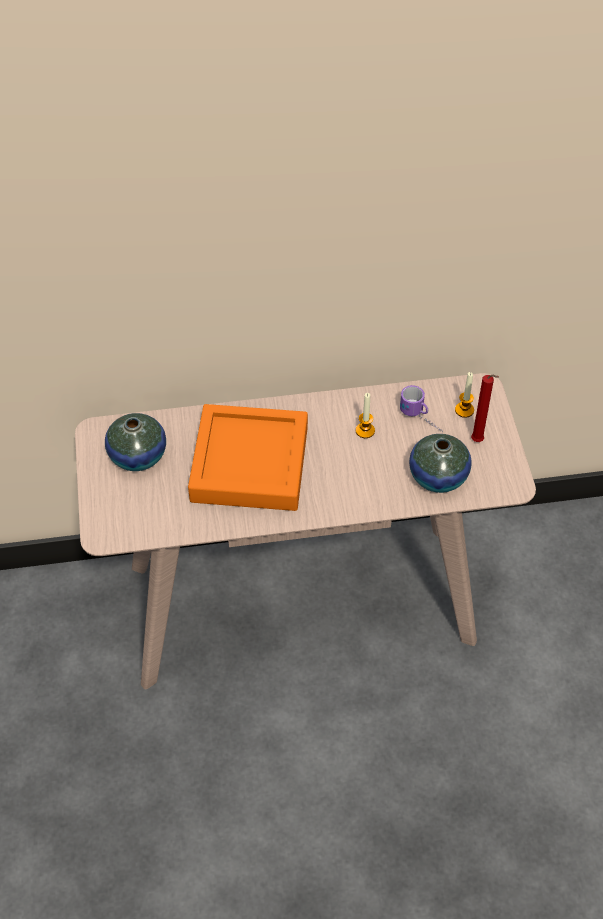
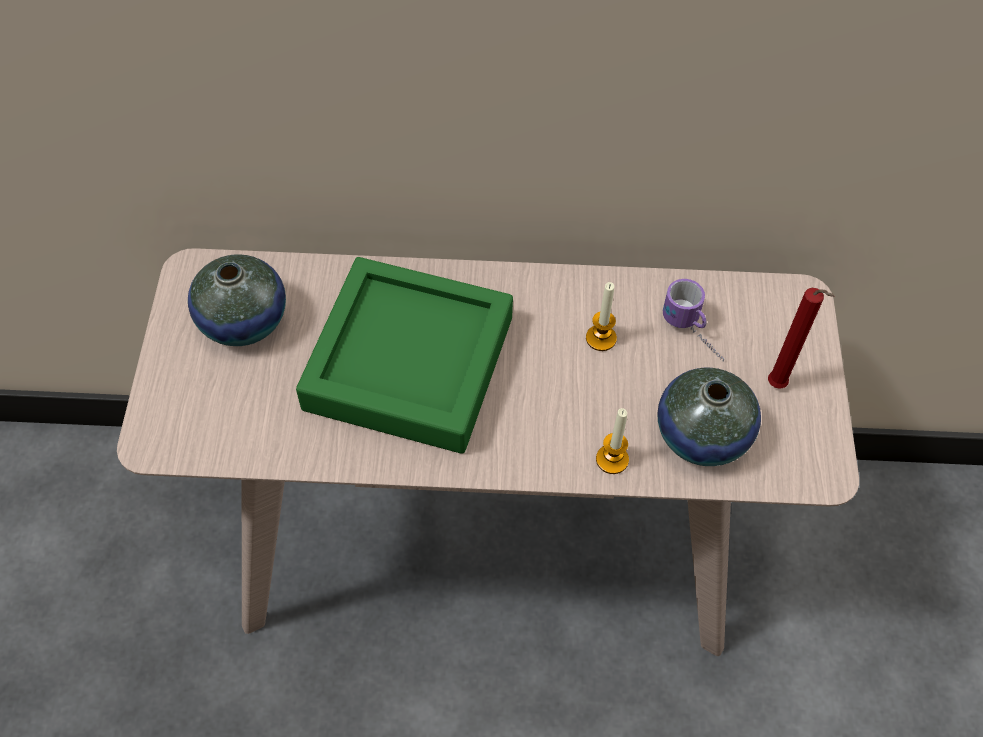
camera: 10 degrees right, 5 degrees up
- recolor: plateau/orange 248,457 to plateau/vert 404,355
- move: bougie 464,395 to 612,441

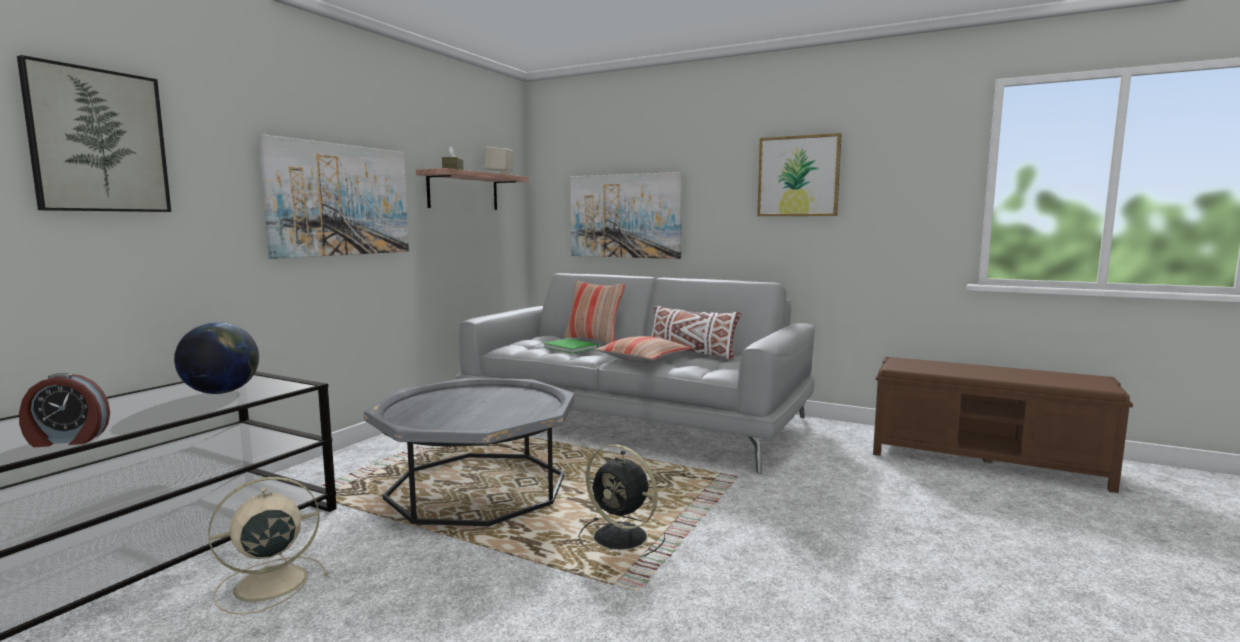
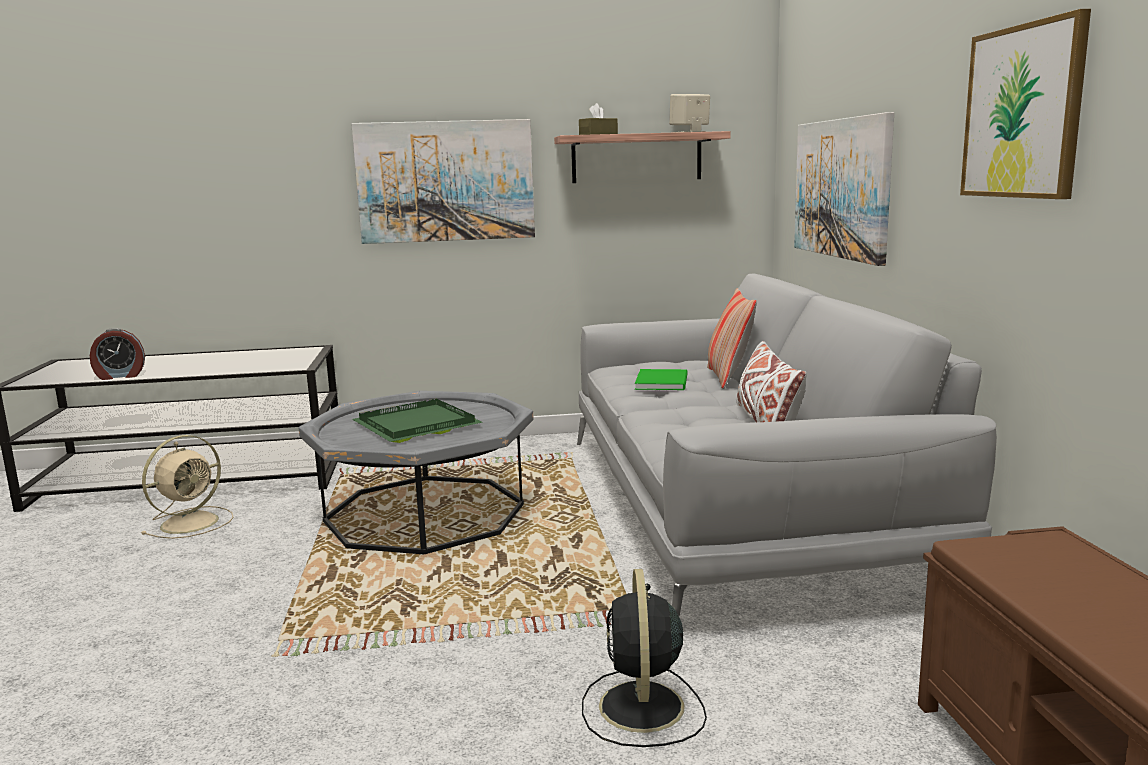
camera: 55 degrees right, 5 degrees up
- delete: tableau 94,133
- rotate: réveil 64,410 = 117,354 60 degrees counterclockwise
- delete: globe 216,358
- rotate: ventilateur/beige 268,546 = 187,487 105 degrees clockwise
- move: ventilateur/noir 621,501 to 644,658
- delete: coussin 643,349
- insert: plateau/vert 417,421

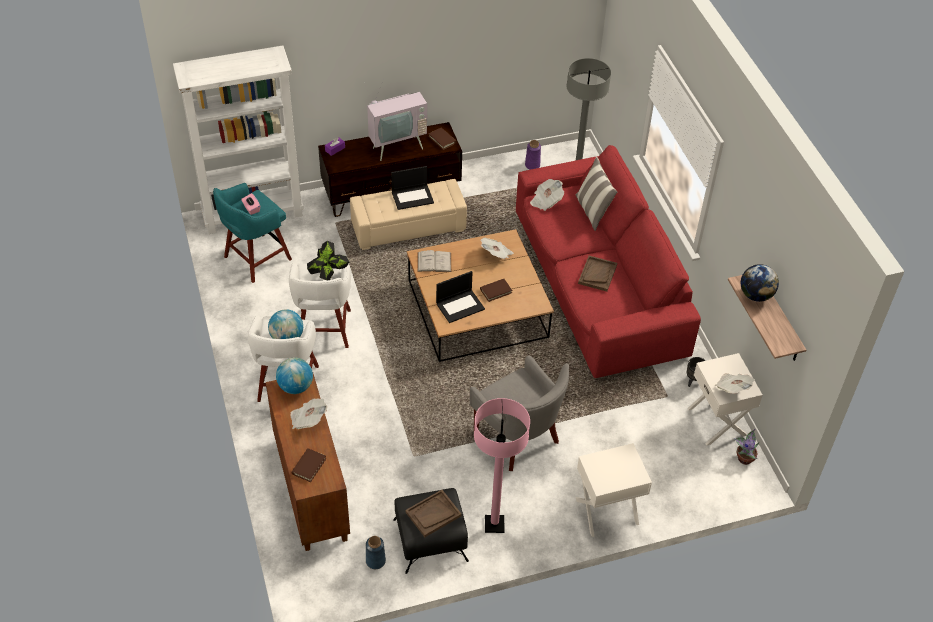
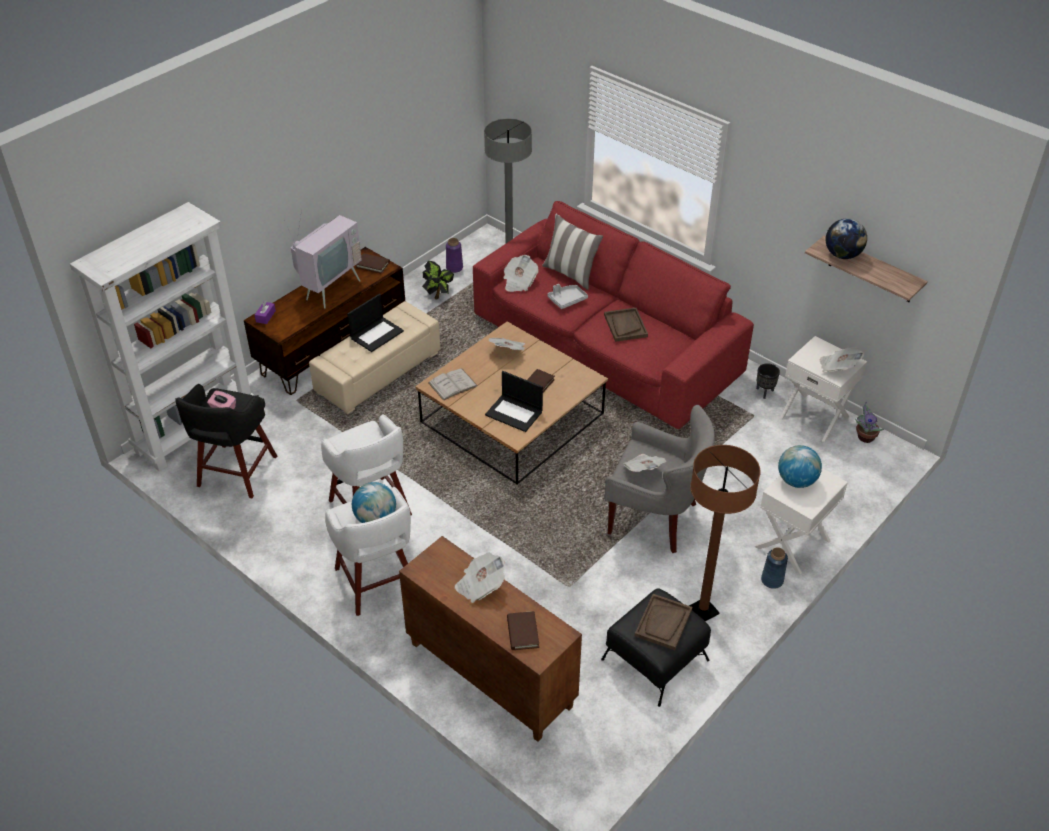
camera: 30 degrees left, 5 degrees down
- recolor: tabouret/turquoise 252,233 to tabouret/noir 226,441
- move: globe 294,375 to 800,466
- move: plante en pot 328,260 to 438,280
- move: vase/bleu 376,552 to 774,568
- rotate: ordinateur portable 460,297 = 514,401 90 degrees clockwise
- recolor: lampadaire/rose 502,465 to lampadaire/marron 725,533
- insert: plateau/gris 567,296
- insert: journal 645,463

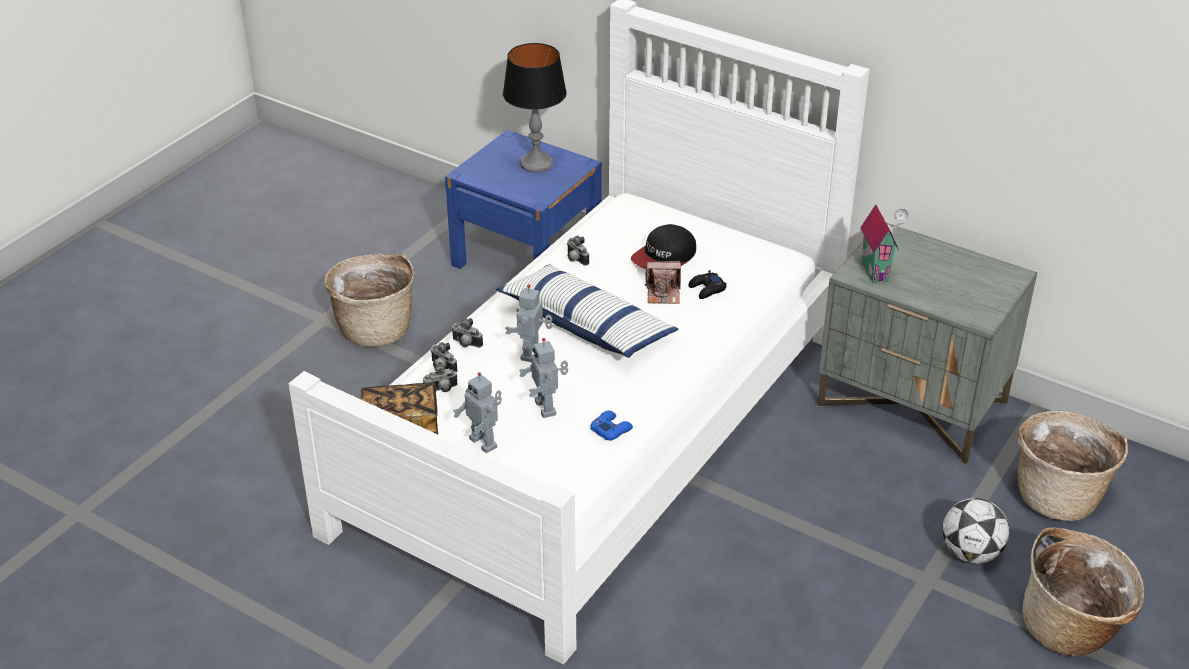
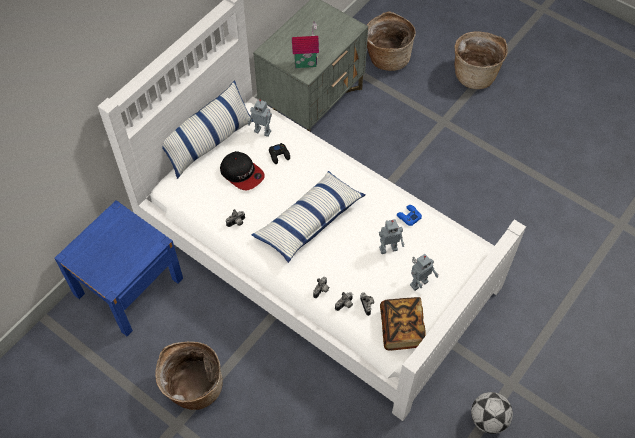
camera: 85 degrees left, 20 degrees up
- delete: lampe de table 535,108
- move: robot jouet 529,323 to 260,118
- delete: appareil photo 663,282
- move: ballon de foot 975,530 to 492,413
- insert: coussin 207,130

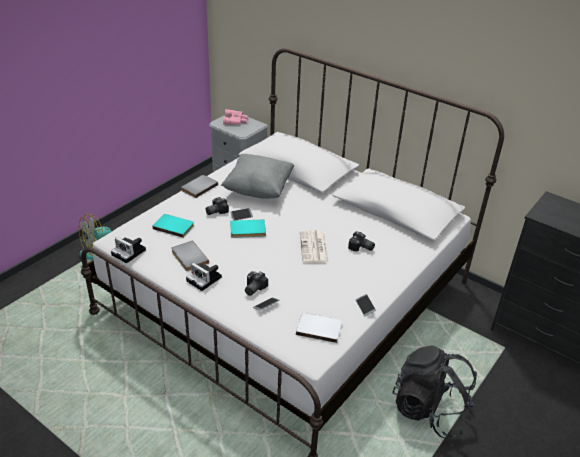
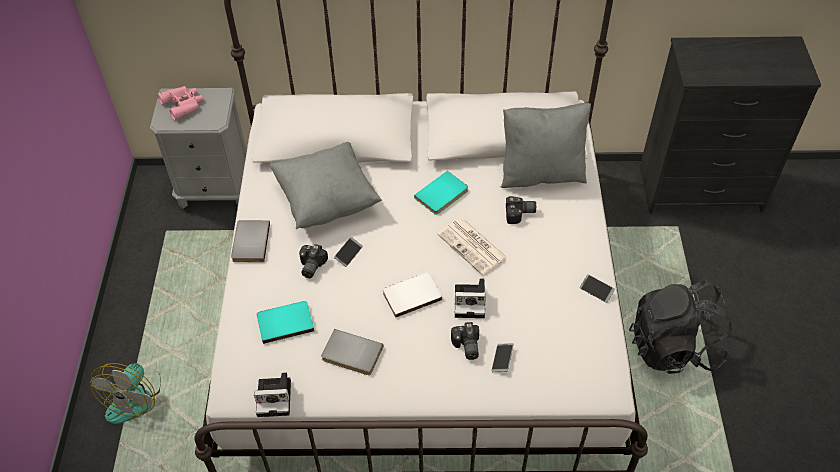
camera: 35 degrees left, 15 degrees up
- move: appareil photo 204,277 to 470,298
- move: livre/turquoise 248,228 to 441,193
- move: livre/blanc 319,328 to 412,295
- insert: coussin/gris 546,145

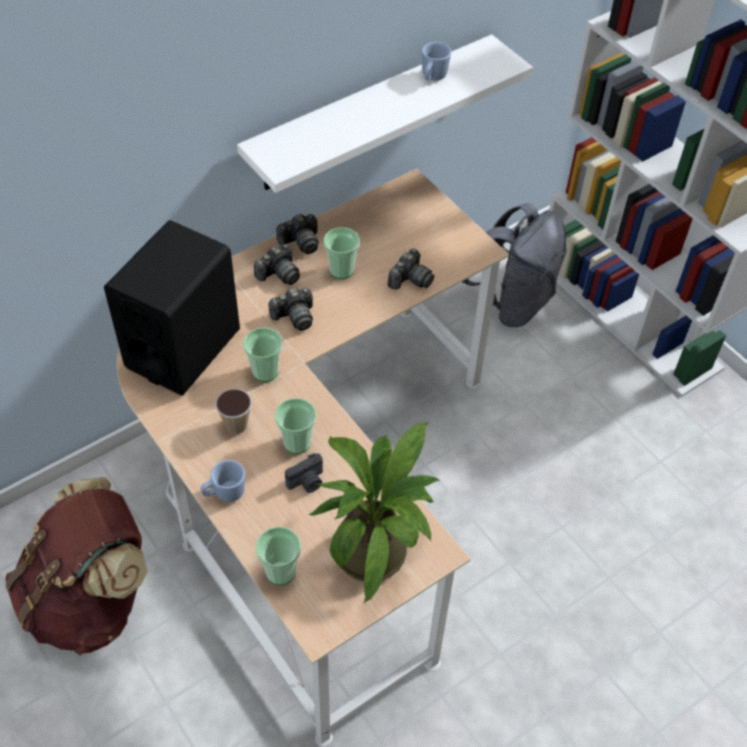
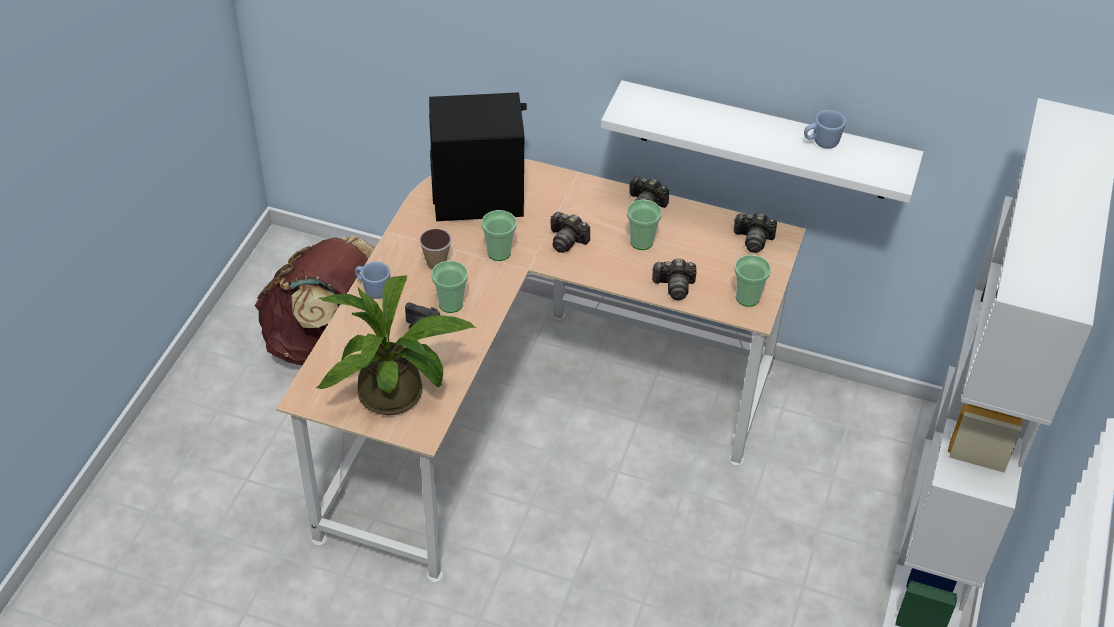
camera: 55 degrees right, 5 degrees down
- move: appareil photo 277,264 to 755,233
- move: tasse 278,556 to 752,281
- delete: sac à dos/gris 514,265

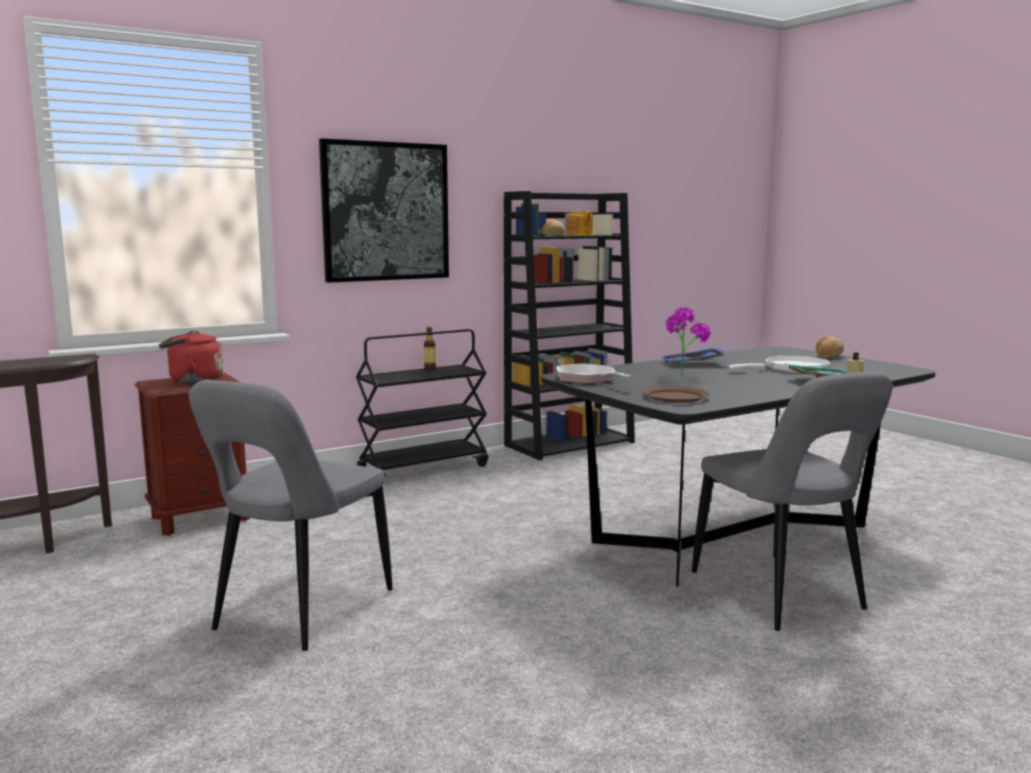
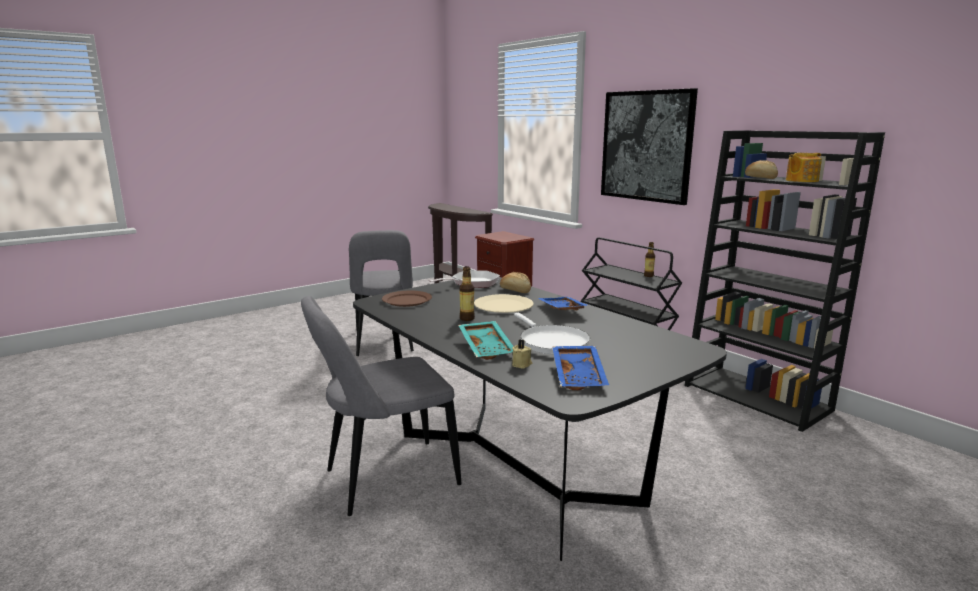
camera: 85 degrees right, 5 degrees up
- delete: bouilloire/rouge 191,357
- rotate: chaise/gris 291,515 = 381,293 120 degrees counterclockwise
- replace: plante en pot 688,341 to assiette/beige 504,303
- move: pain 830,347 to 515,282
- insert: bouteille 467,293
- insert: plateau/bleu 580,368

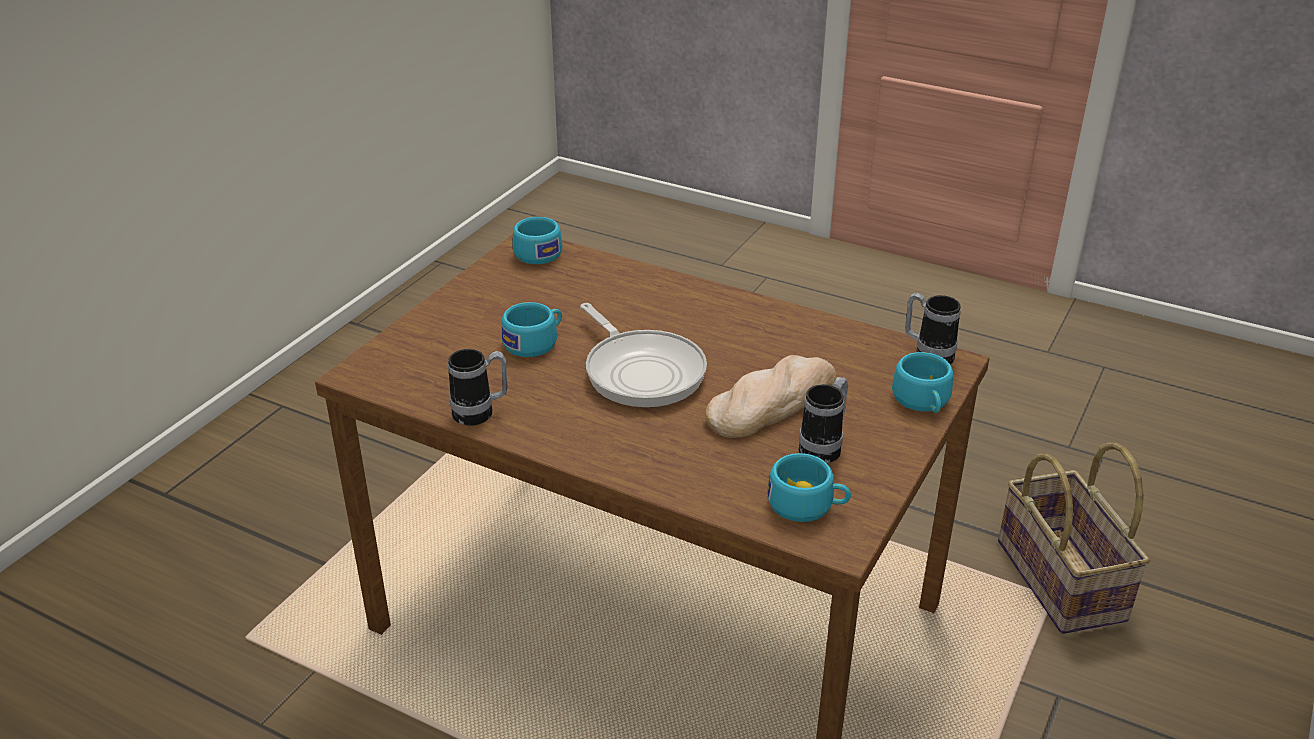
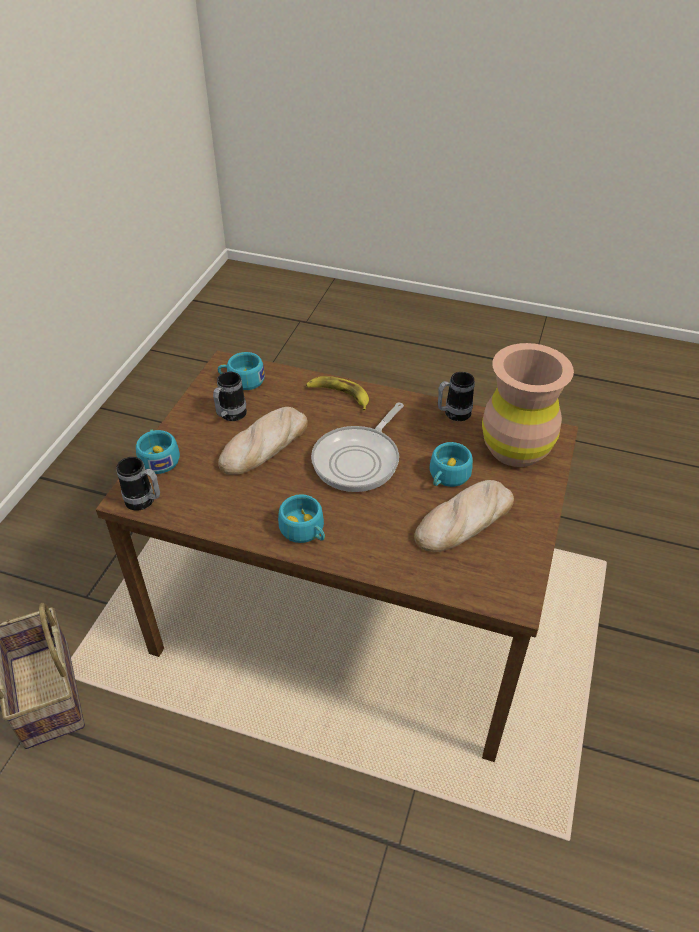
camera: 170 degrees right, 10 degrees up
- move: tasse/turquoise 538,240 to 301,518
- rotate: poêle 643,355 = 357,447 105 degrees counterclockwise
- insert: banane 337,393
- insert: pain 464,516
- insert: vase/marron 528,405

